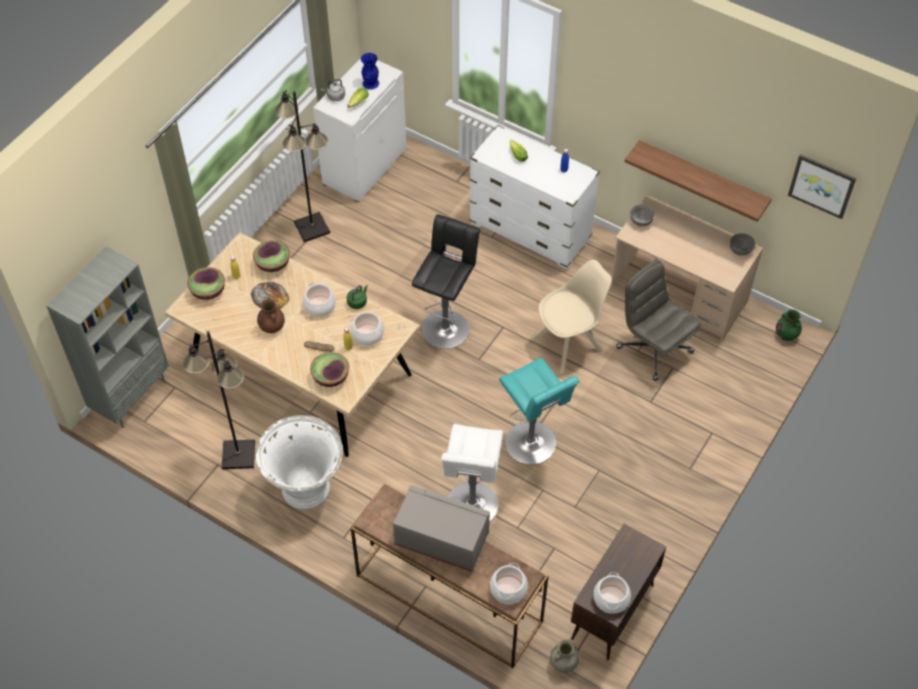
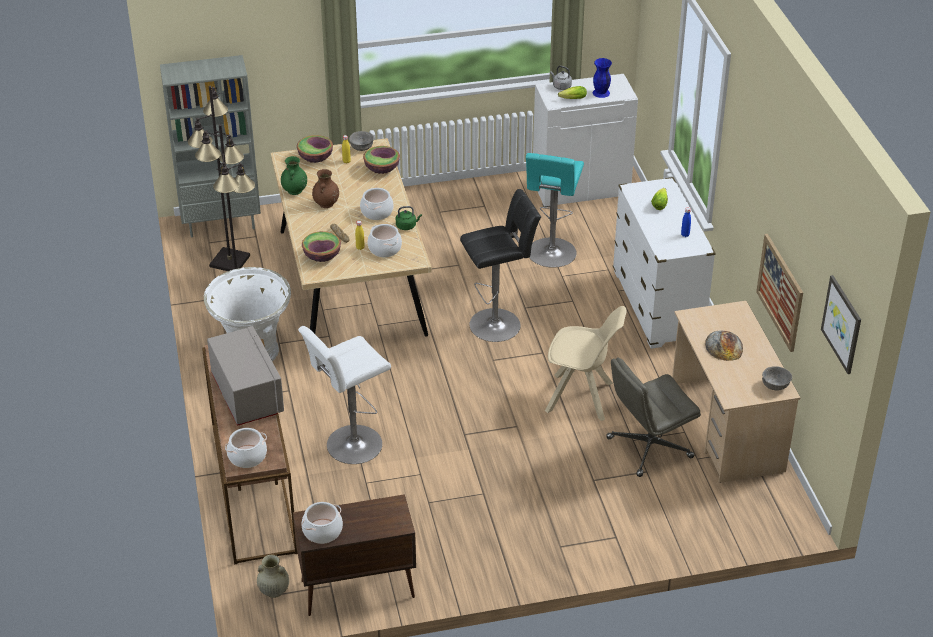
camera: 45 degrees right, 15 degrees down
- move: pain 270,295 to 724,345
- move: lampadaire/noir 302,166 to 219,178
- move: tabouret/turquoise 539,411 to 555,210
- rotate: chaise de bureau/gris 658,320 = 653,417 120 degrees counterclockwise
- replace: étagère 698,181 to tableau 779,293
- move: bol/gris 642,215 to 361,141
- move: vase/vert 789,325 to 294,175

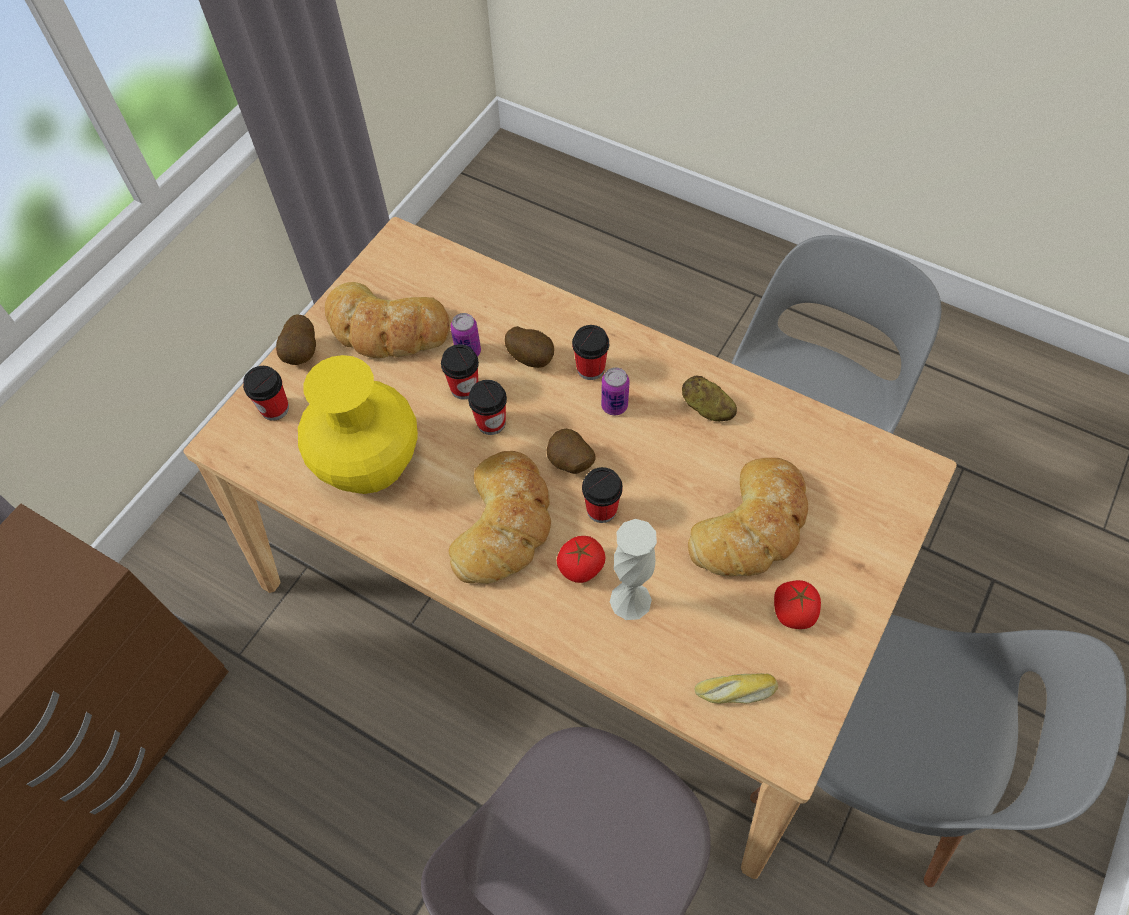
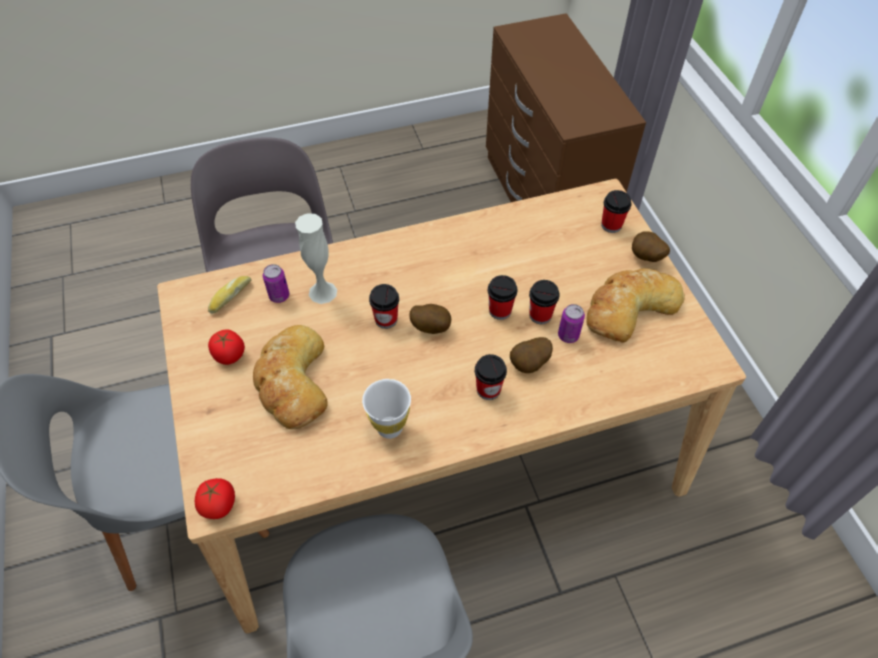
camera: 130 degrees right, 5 degrees down
- delete: vase/jaune 358,424
- delete: pain 500,517
- move: tomate 581,559 to 215,498
- move: boîte métallique 615,391 to 276,283
- replace: pomme de terre 709,398 to tasse/blanc 386,409

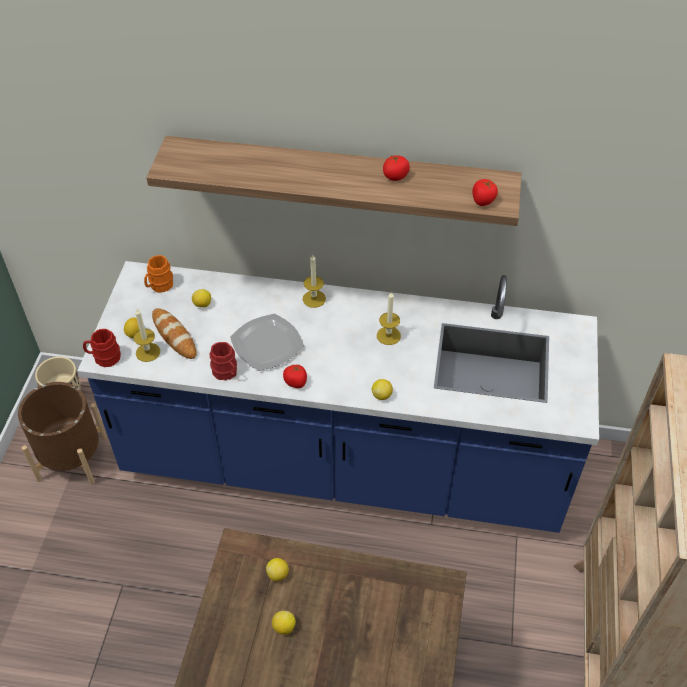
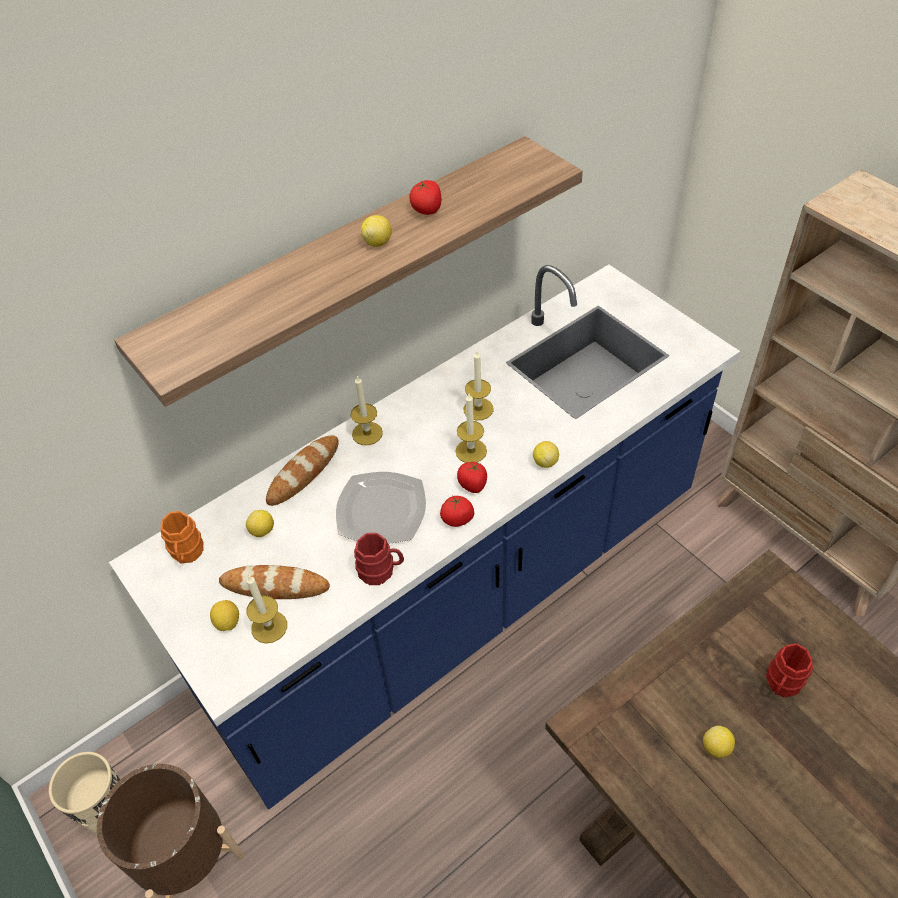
camera: 45 degrees left, 0 degrees up
- move: mug/rouge 102,348 to 789,670
- move: citron 277,569 to 376,231
- move: tomate 485,192 to 472,477
- insert: pain 302,470
- insert: bougie 471,428

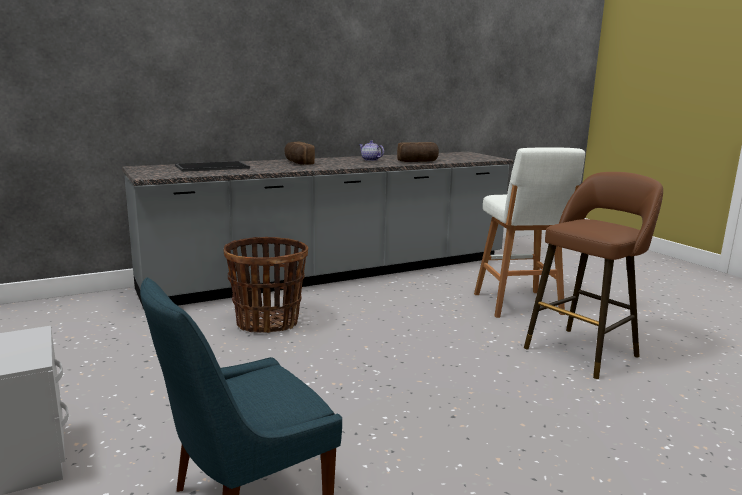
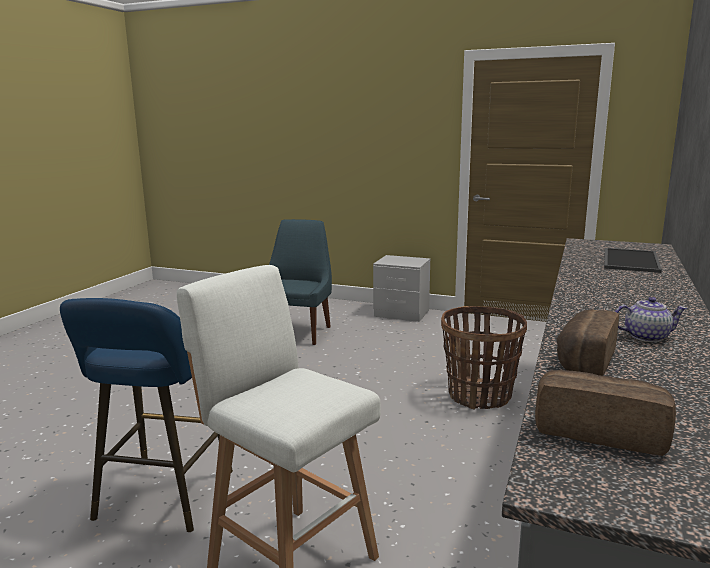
camera: 140 degrees right, 0 degrees up
- move: pain 299,153 to 605,413
- recolor: tabouret/marron 593,275 to tabouret/bleu 146,415

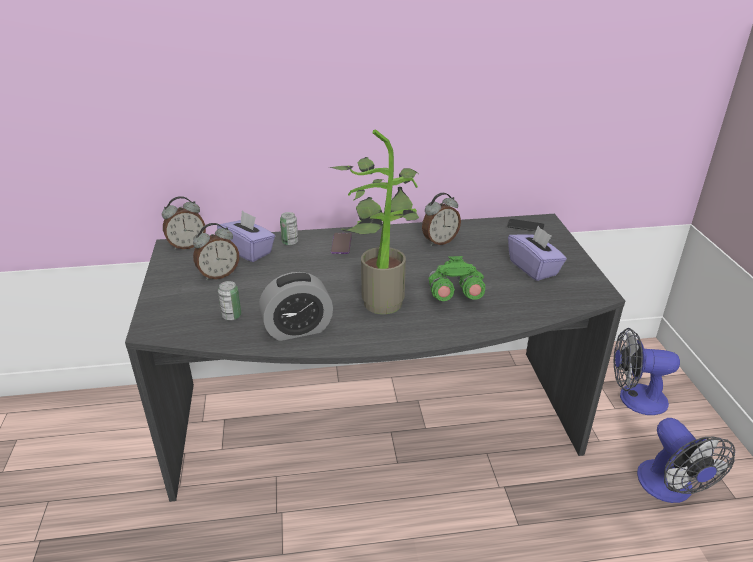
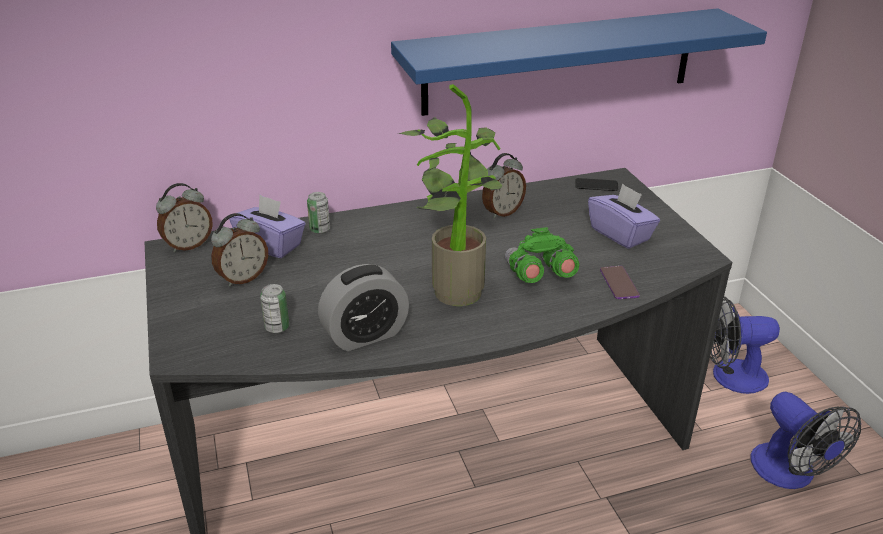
camera: 10 degrees left, 0 degrees up
- move: téléphone 341,243 to 620,282
- insert: étagère/bleu 579,62

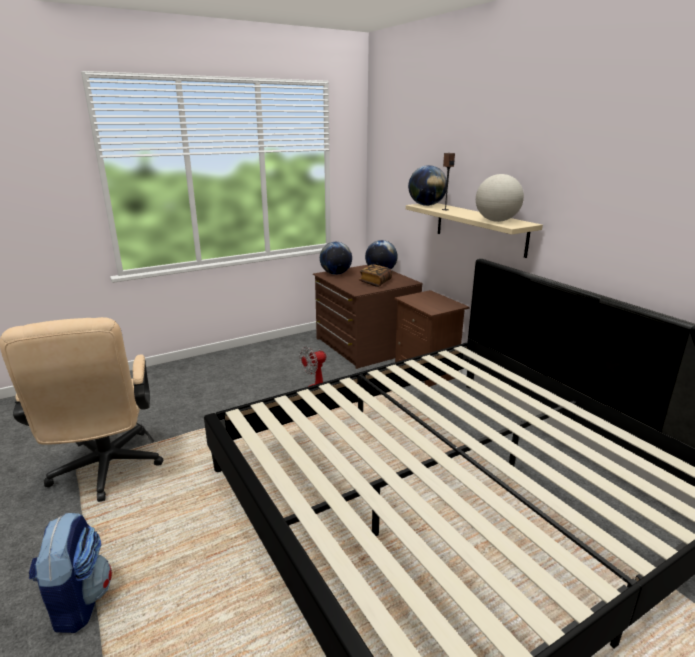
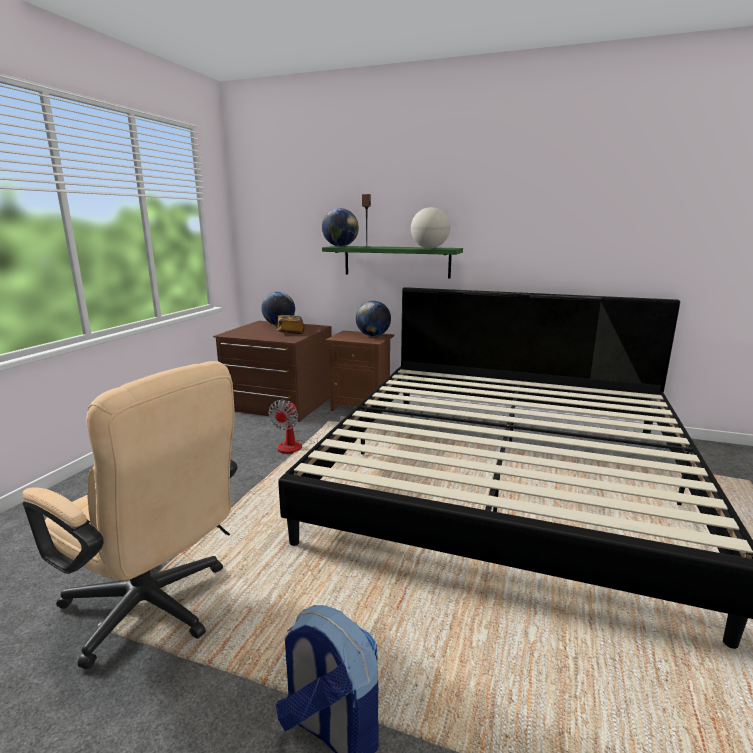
camera: 40 degrees left, 5 degrees down
- move: globe 336,258 to 373,318
- recolor: étagère/beige 474,230 to étagère/vert 392,262

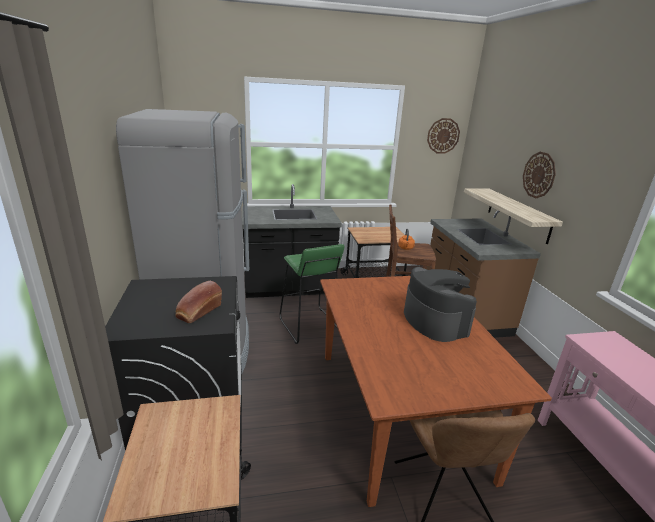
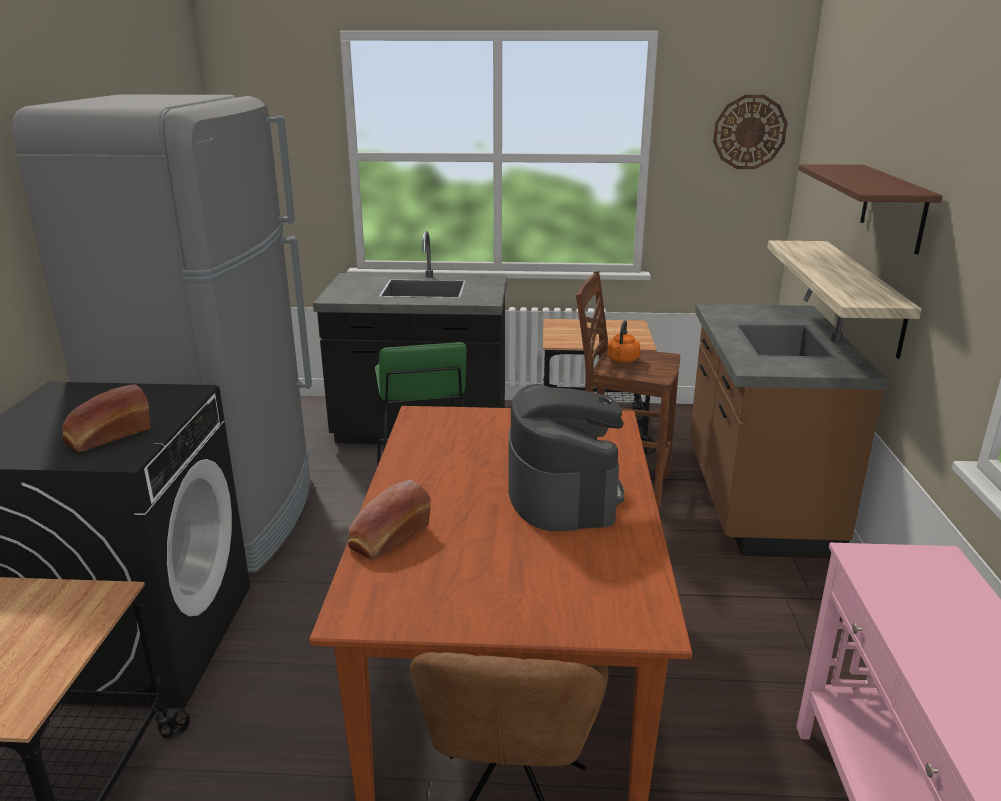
camera: 15 degrees right, 0 degrees up
- replace: horloge murale 539,175 to étagère/marron 870,209
- insert: pain 389,519

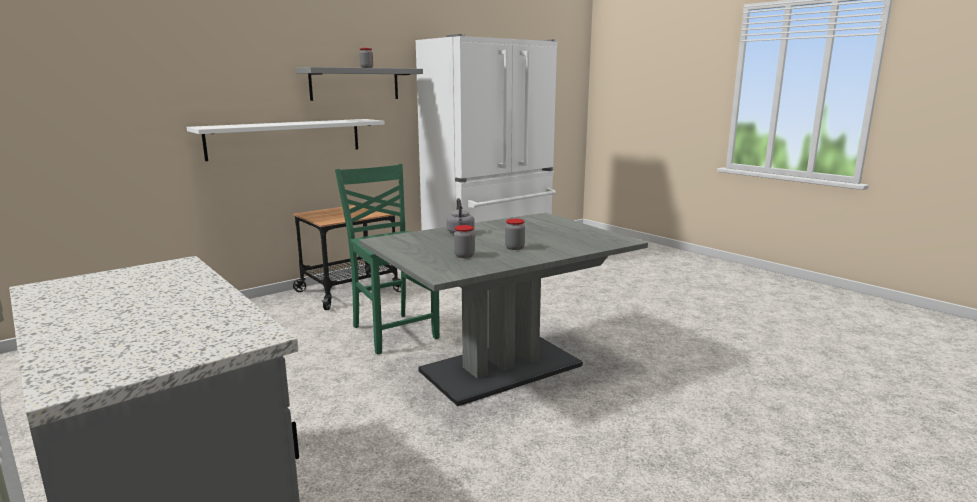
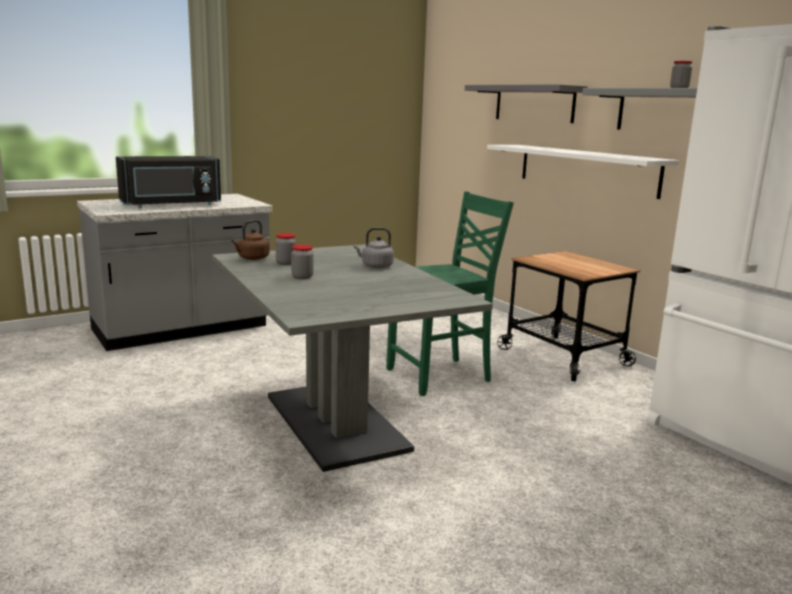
camera: 95 degrees right, 0 degrees up
- insert: micro-ondes/noir 168,182
- insert: bouilloire/marron 250,240
- insert: étagère/gris 526,103

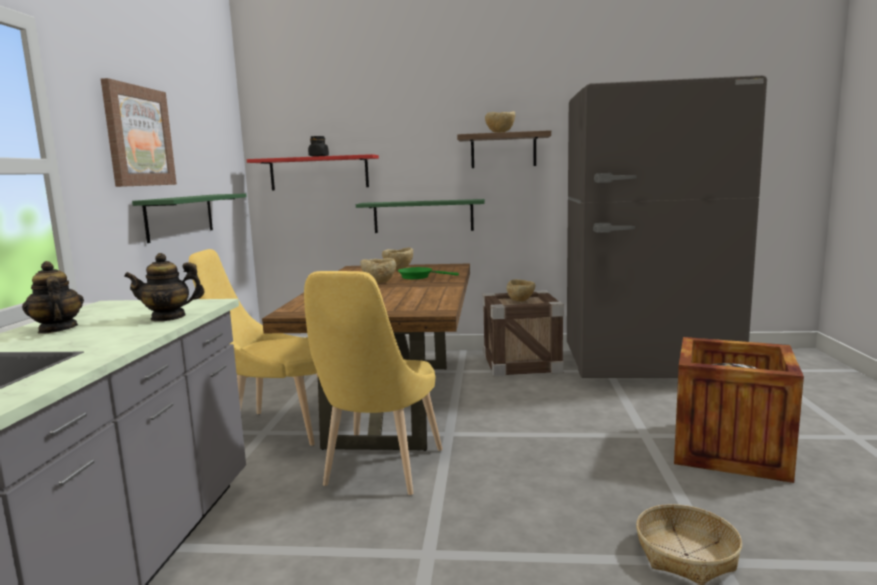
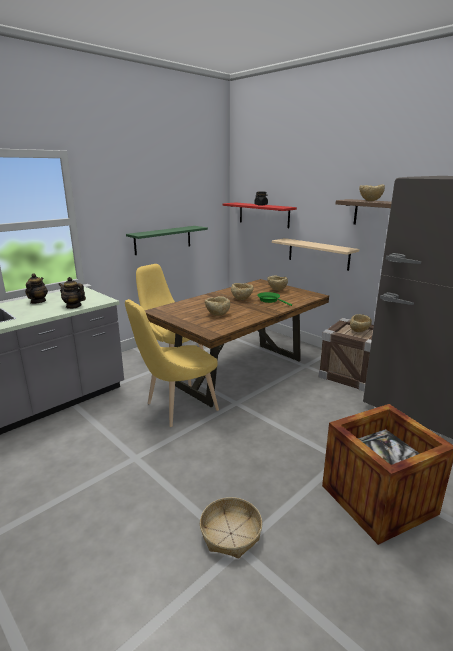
camera: 40 degrees right, 10 degrees up
- delete: tableau 139,132
- recolor: étagère/vert 420,216 to étagère/beige 316,254
- insert: bol/beige 217,306

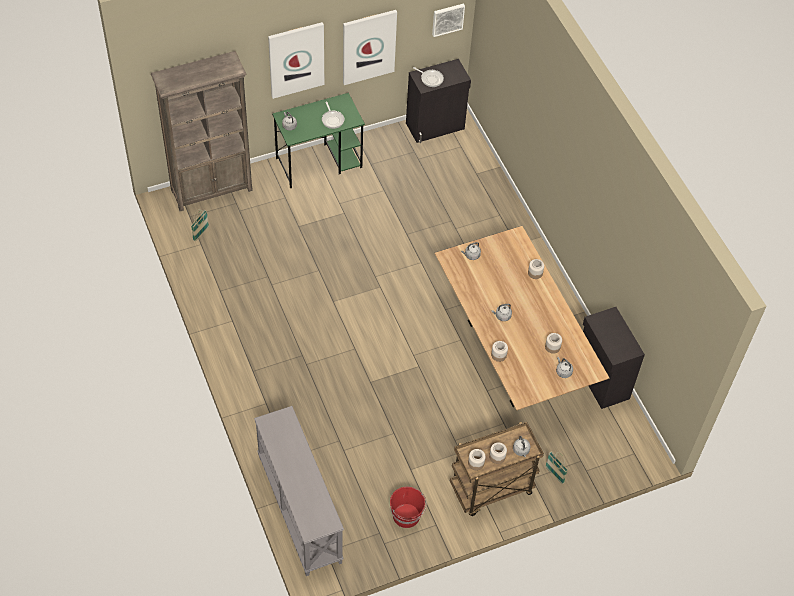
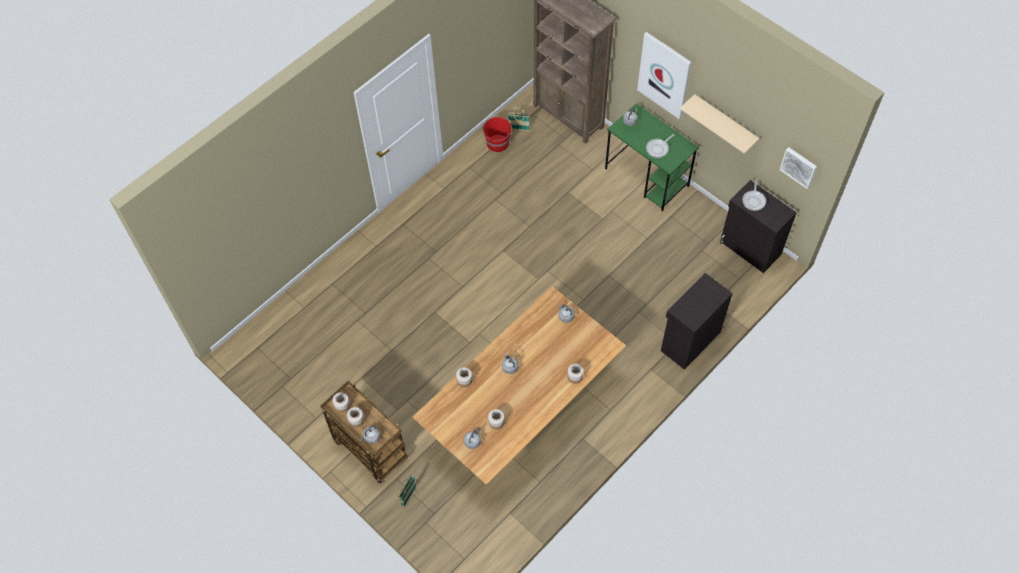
camera: 70 degrees right, 5 degrees up
- delete: table console/gris 299,491
- replace: tableau 370,47 to étagère/beige 720,124
- move: seau/rouge 408,507 to 497,134
- move: meuble de rangement/noir 614,358 to 697,321

